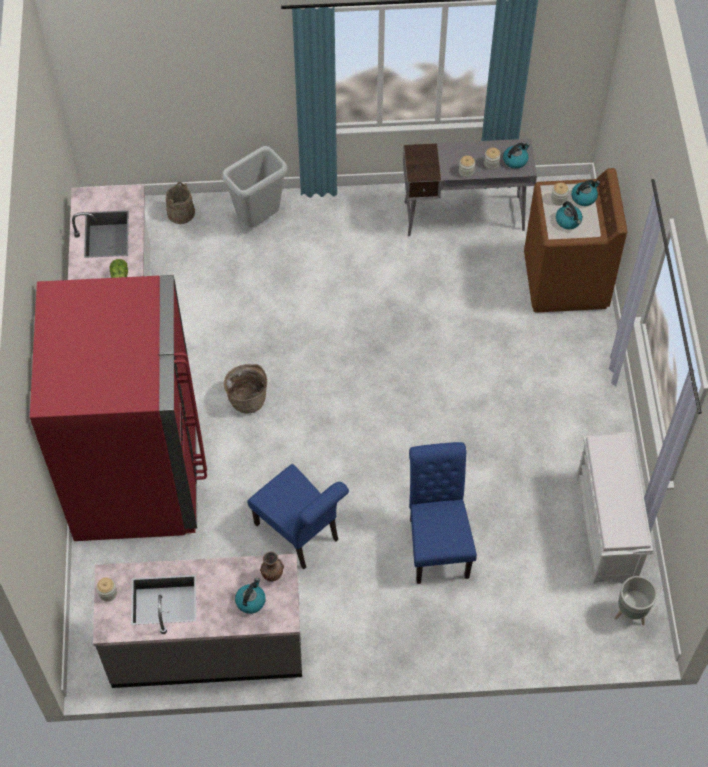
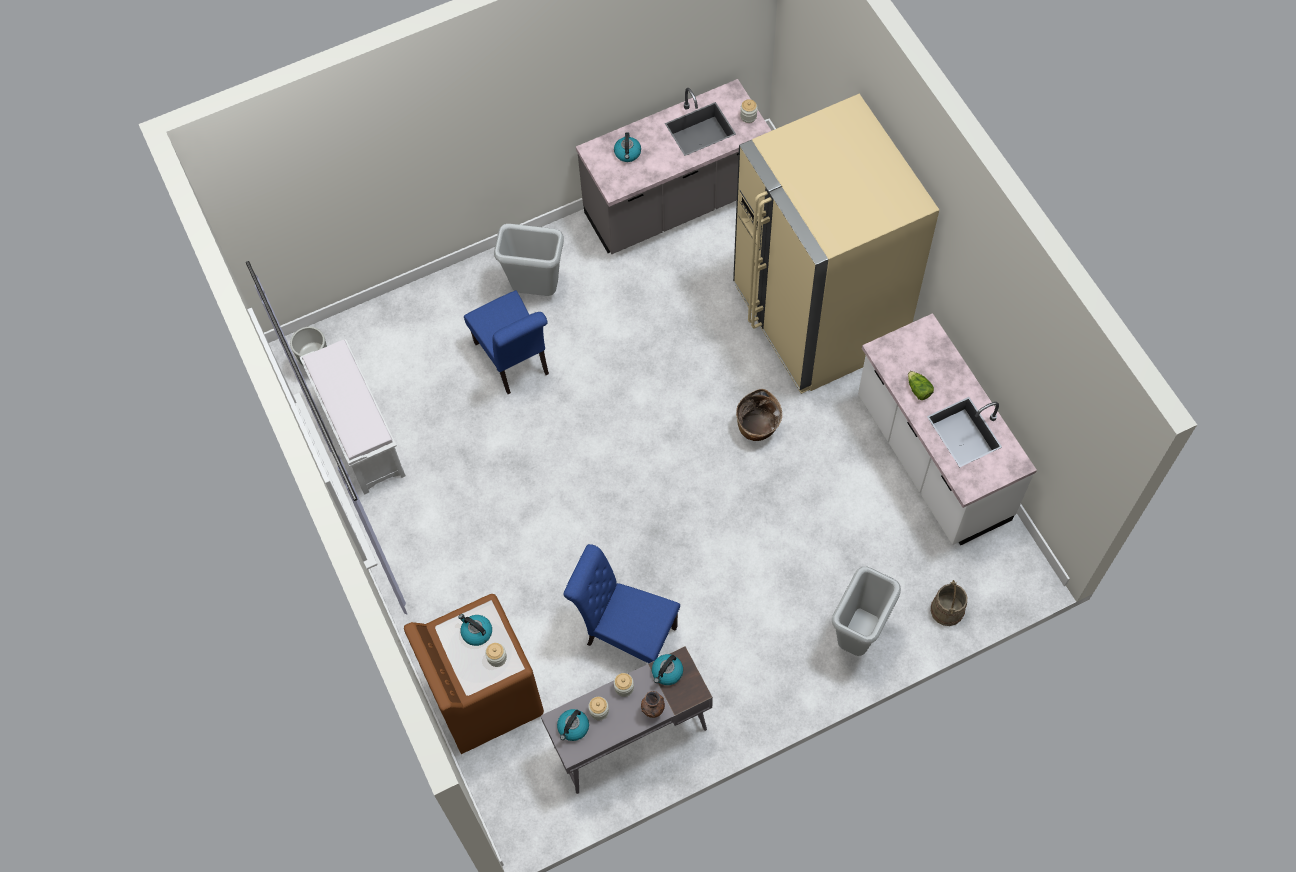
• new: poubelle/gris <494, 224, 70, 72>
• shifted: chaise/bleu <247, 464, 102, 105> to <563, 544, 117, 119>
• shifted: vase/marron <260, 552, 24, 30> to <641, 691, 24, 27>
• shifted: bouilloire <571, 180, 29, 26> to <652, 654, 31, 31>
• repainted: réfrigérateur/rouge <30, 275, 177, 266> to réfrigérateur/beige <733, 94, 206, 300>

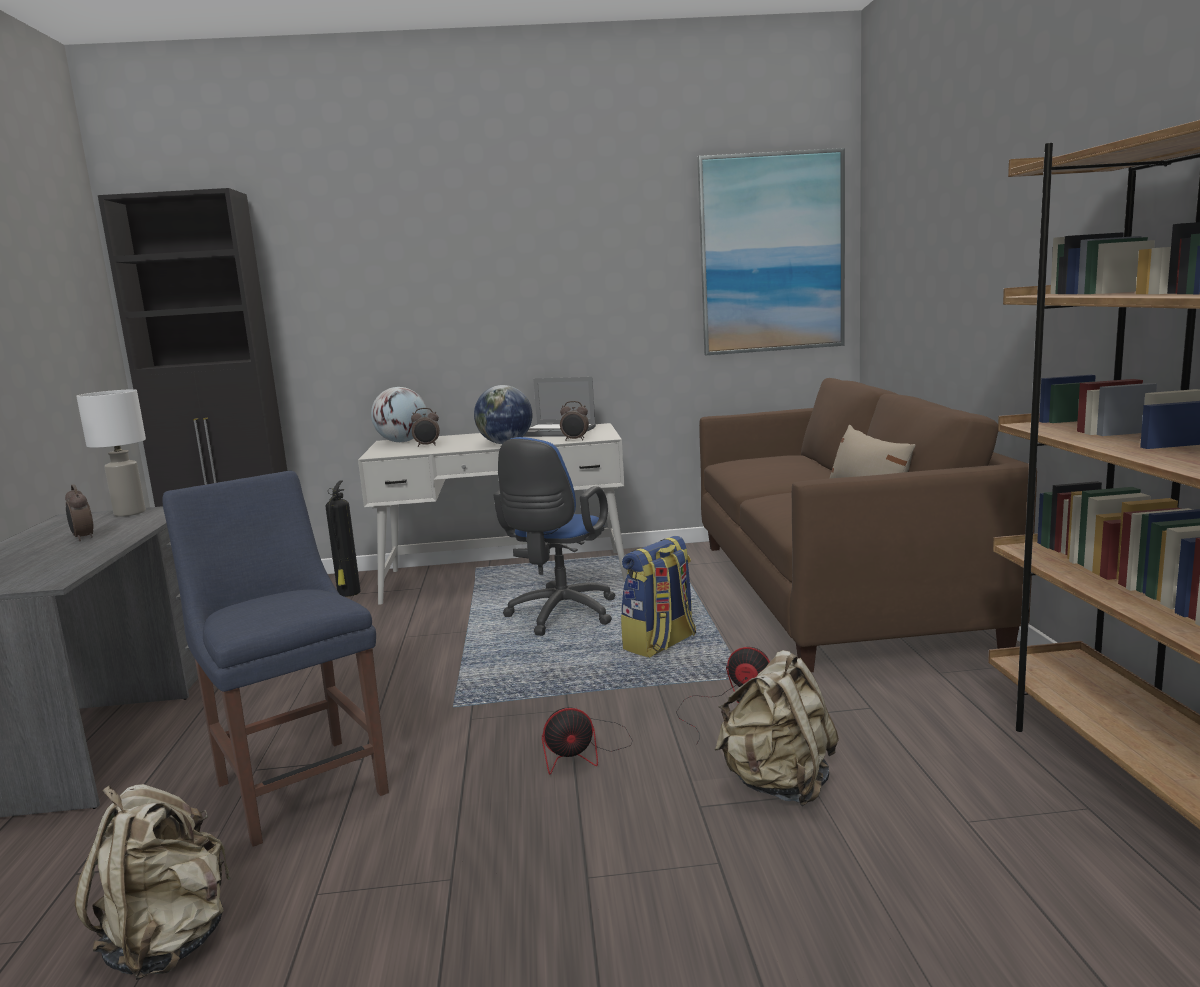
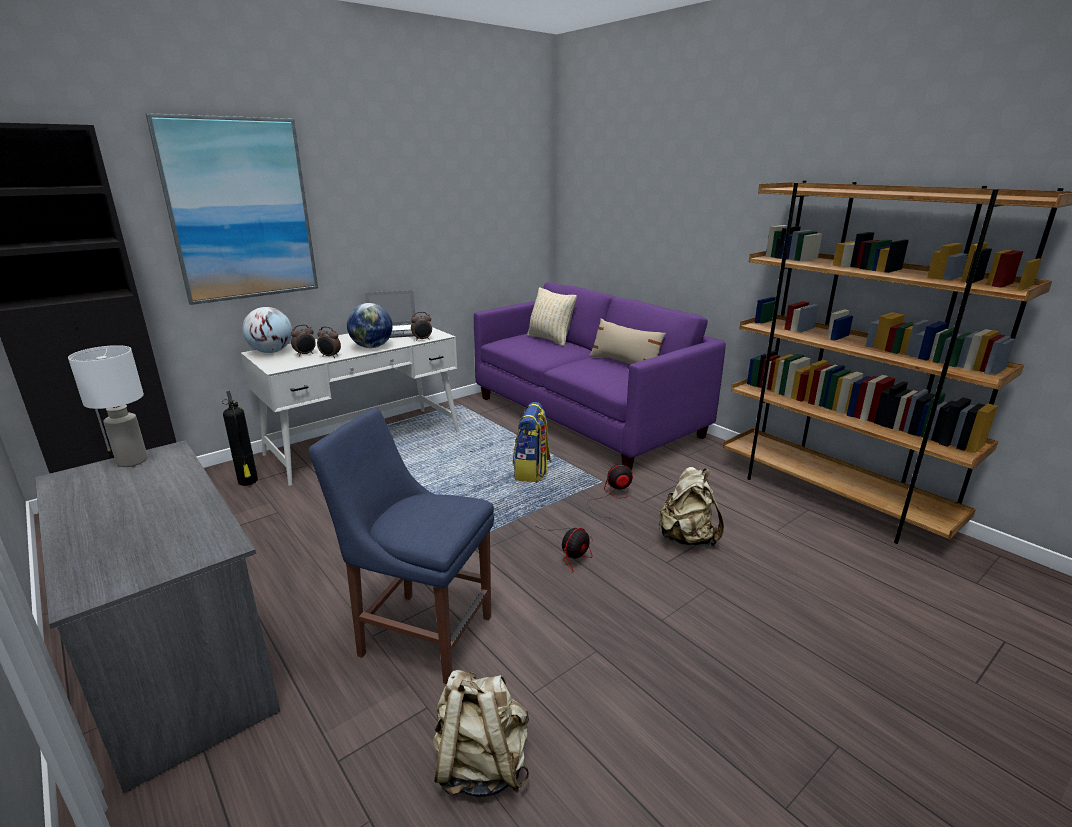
• gone: chaise de bureau/bleu <494, 437, 122, 199>
• new: coussin/beige <527, 287, 50, 59>
• shifted: réveil <65, 484, 29, 57> to <317, 326, 24, 32>
• shifted: tableau <697, 148, 148, 207> to <146, 113, 172, 192>
• repainted: canapé/marron <699, 378, 338, 294> to canapé/violet <474, 282, 252, 188>

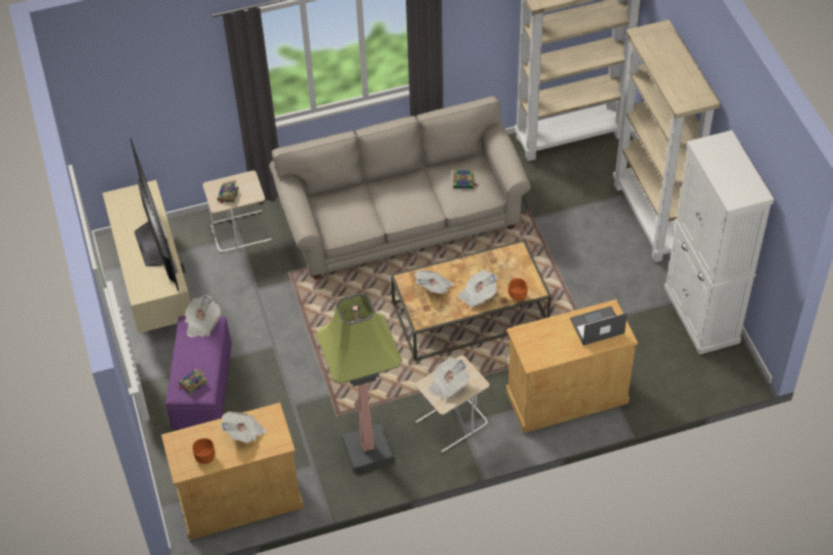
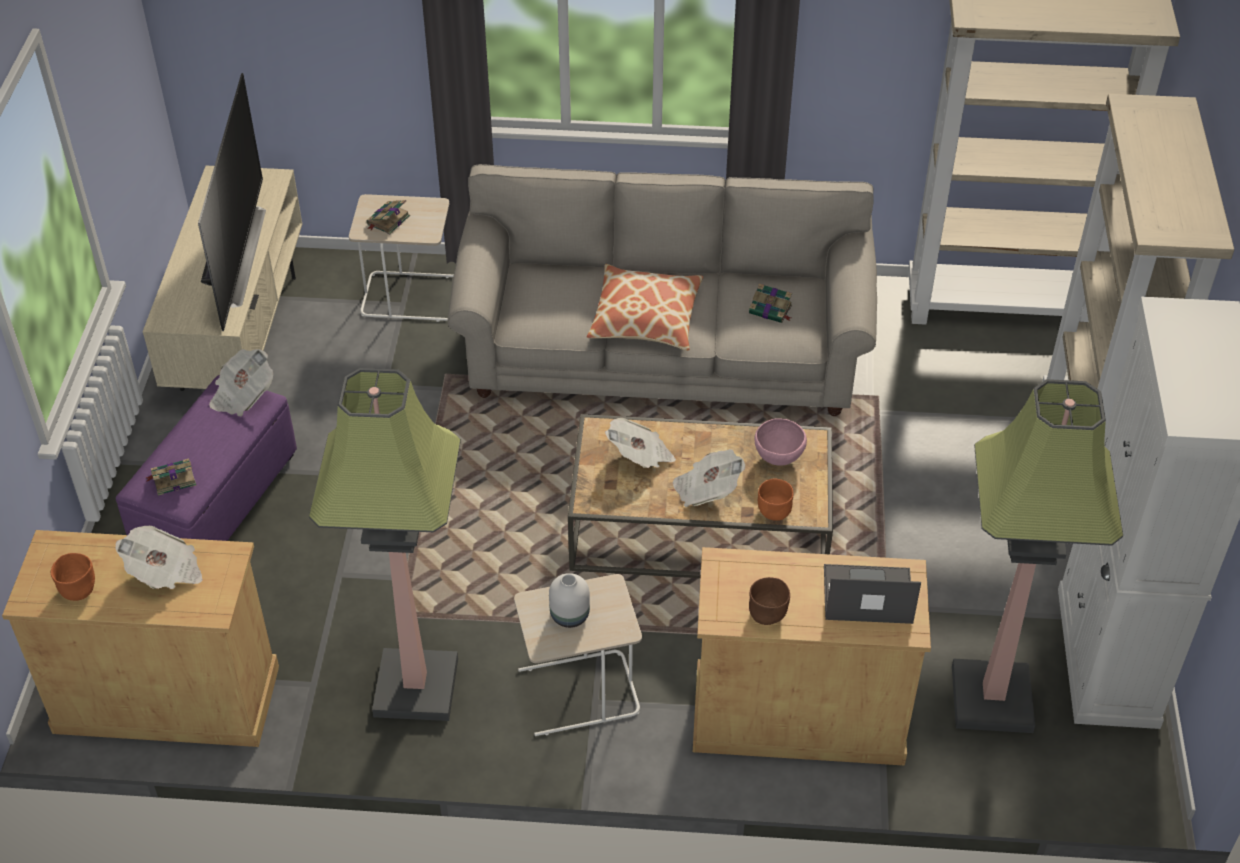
• new: coussin <587, 264, 116, 87>
• new: bol/marron <749, 577, 41, 48>
• new: bol/rose <754, 418, 53, 48>
• new: lampadaire <952, 379, 171, 354>
• swapped: journal <428, 358, 41, 43> to vase/blanc <549, 573, 41, 55>

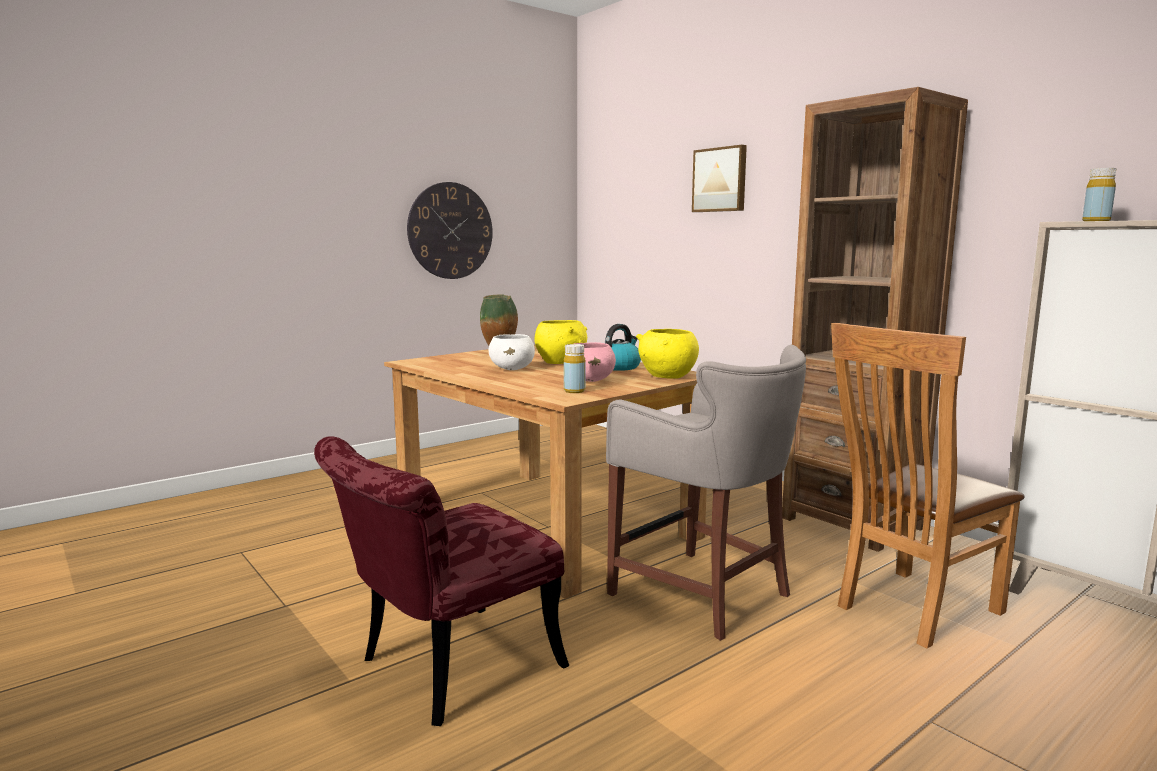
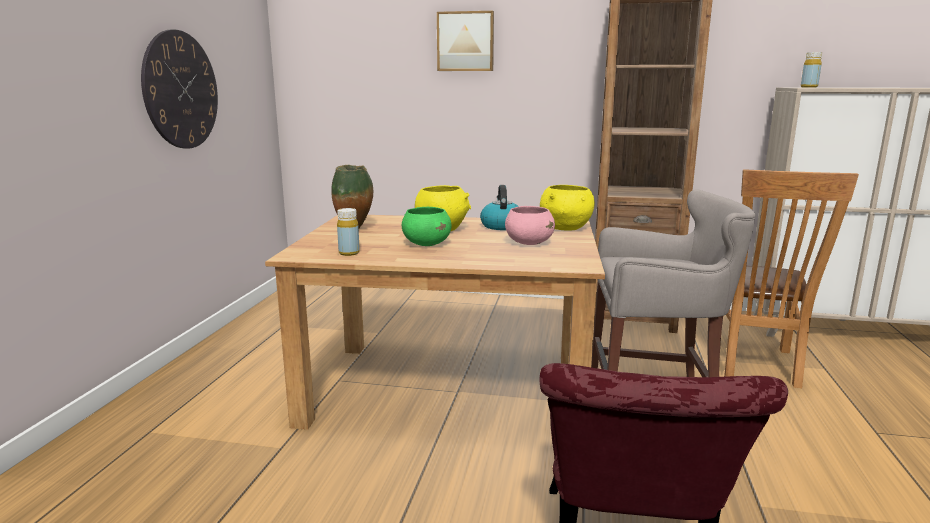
• shifted: bouteille/jaune <564, 344, 22, 49> to <337, 208, 23, 48>
• repainted: bol/blanc <489, 334, 46, 36> to bol/vert <402, 207, 50, 39>

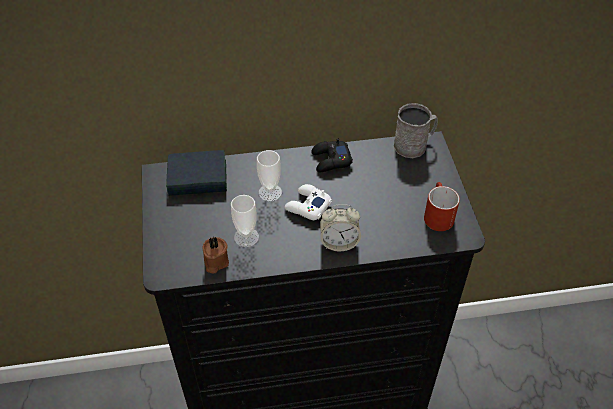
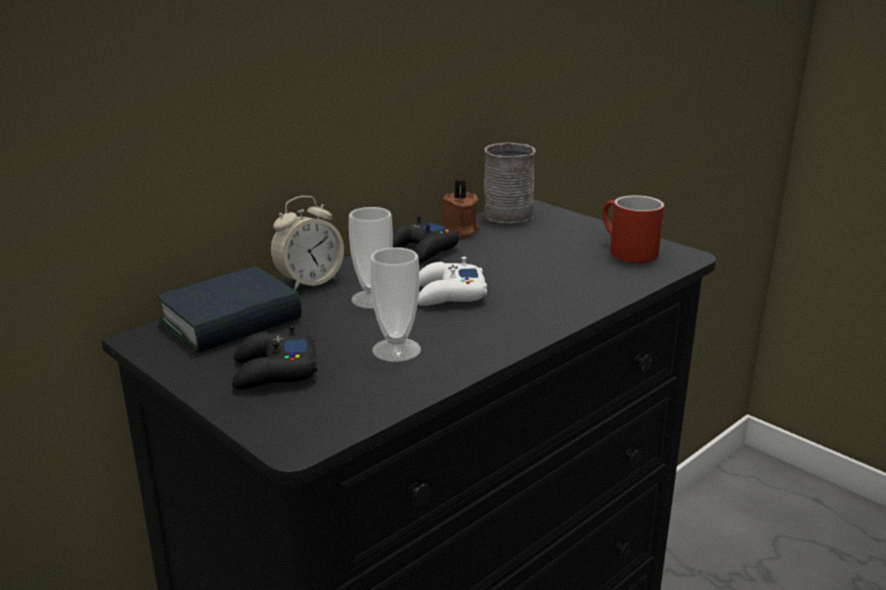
• new: manette/noir <232, 325, 85, 65>
• shifted: bougie/marron <202, 237, 27, 37> to <442, 180, 37, 57>
• shifted: réveil <320, 204, 41, 47> to <270, 196, 74, 95>

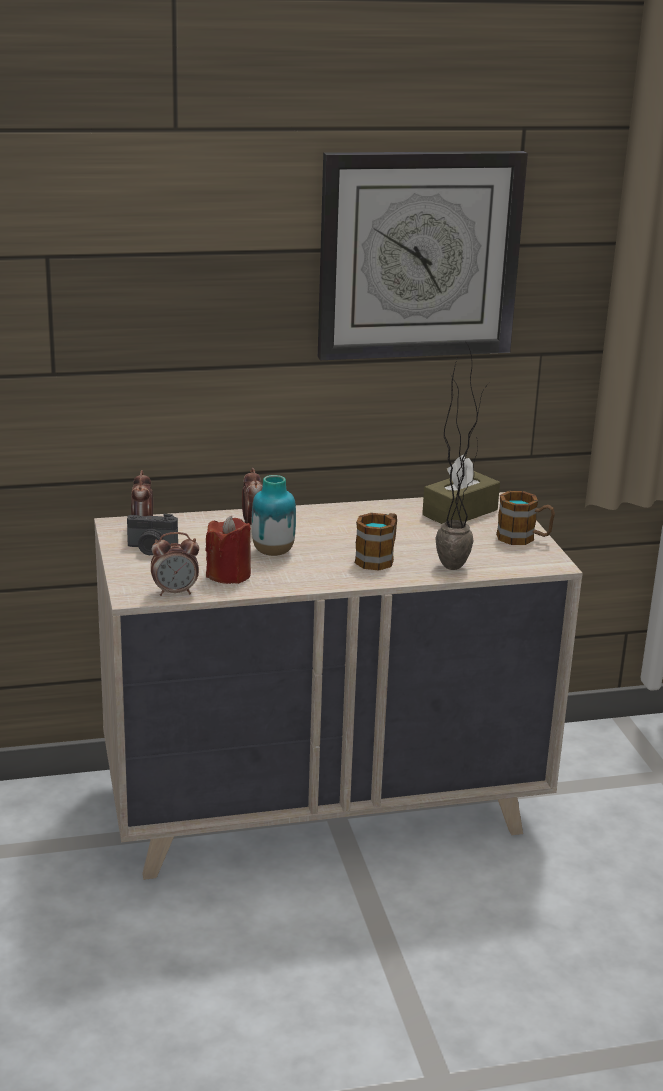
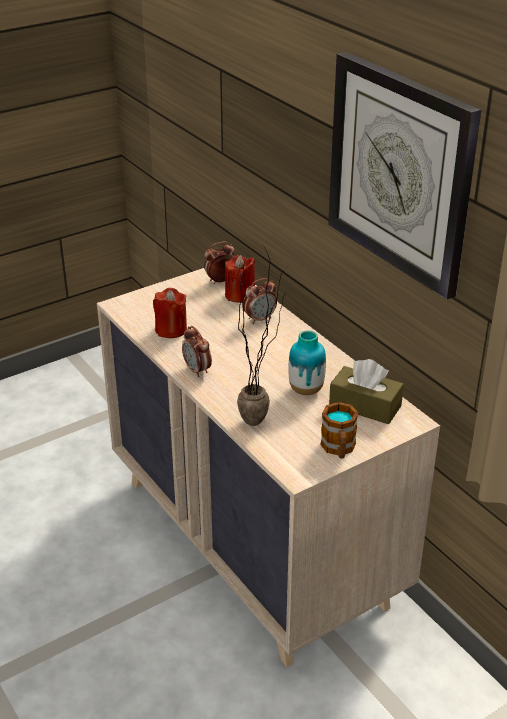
• gone: appareil photo <127, 514, 51, 41>
• gone: mug <355, 513, 42, 58>
• new: bougie/rouge <225, 255, 30, 48>
• shifted: réveil <151, 532, 48, 64> to <182, 326, 30, 51>
• shifted: vase <252, 475, 44, 81> to <288, 330, 38, 65>

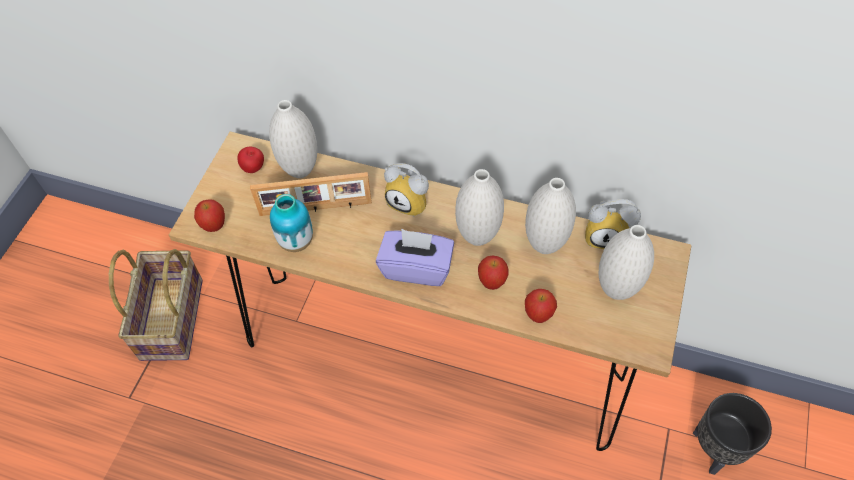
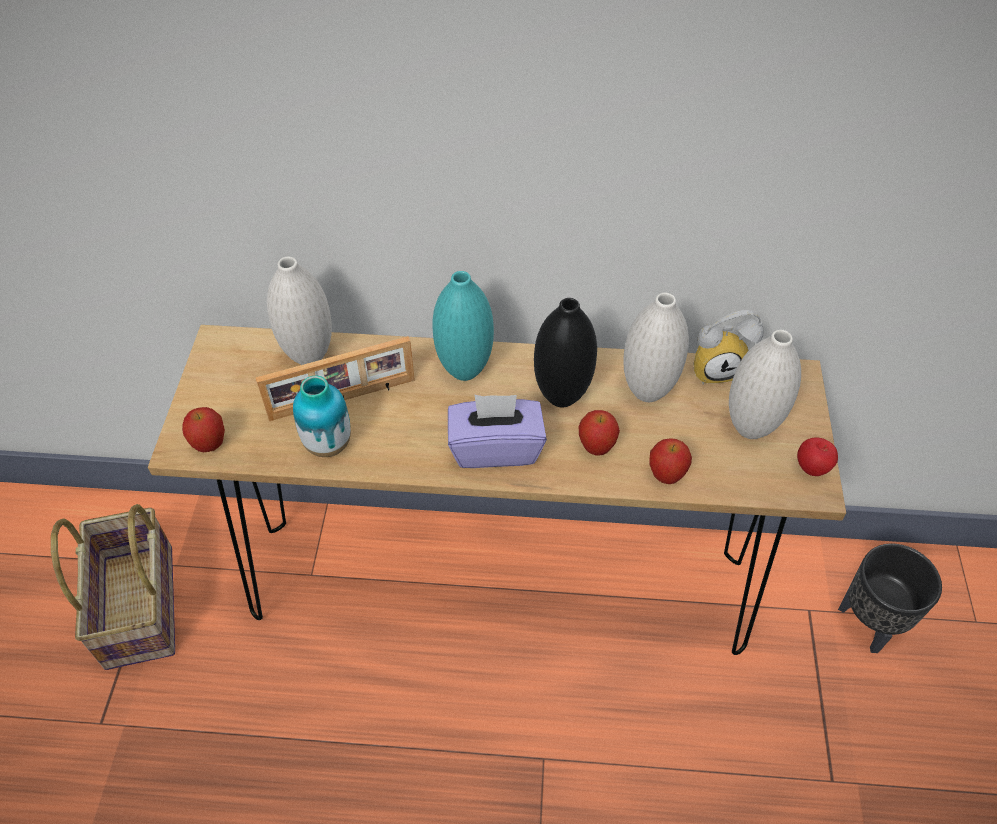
• shifted: pomme <237, 147, 27, 26> to <797, 438, 41, 38>
• swapped: réveil <384, 163, 45, 54> to vase/turquoise <433, 271, 61, 110>
• repainted: vase/blanc <455, 169, 49, 77> to vase/noir <534, 298, 63, 109>

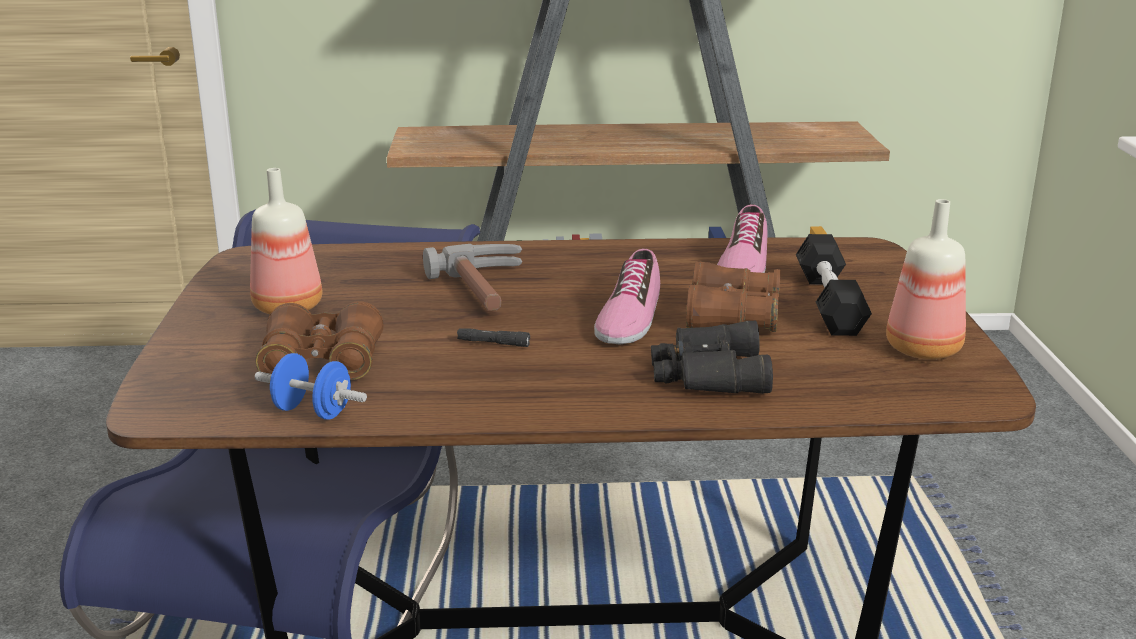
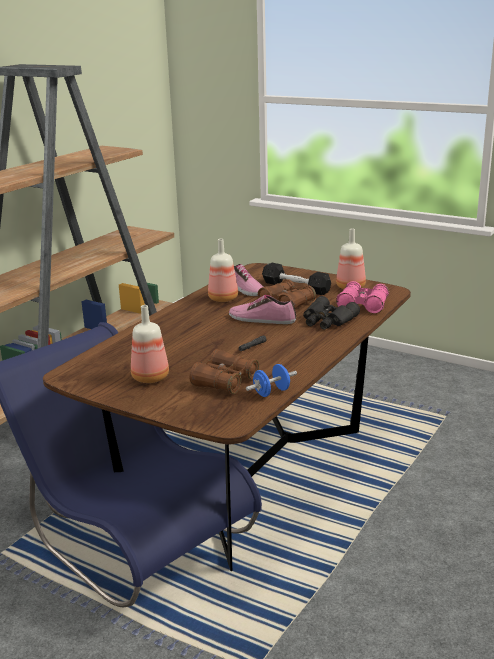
• gone: marteau <423, 244, 100, 67>
• new: bouteille <208, 239, 30, 63>
• new: jumelles/rose <336, 281, 53, 32>
• rotated: chaussure <594, 248, 66, 96> = <229, 295, 67, 29> 150 degrees clockwise

